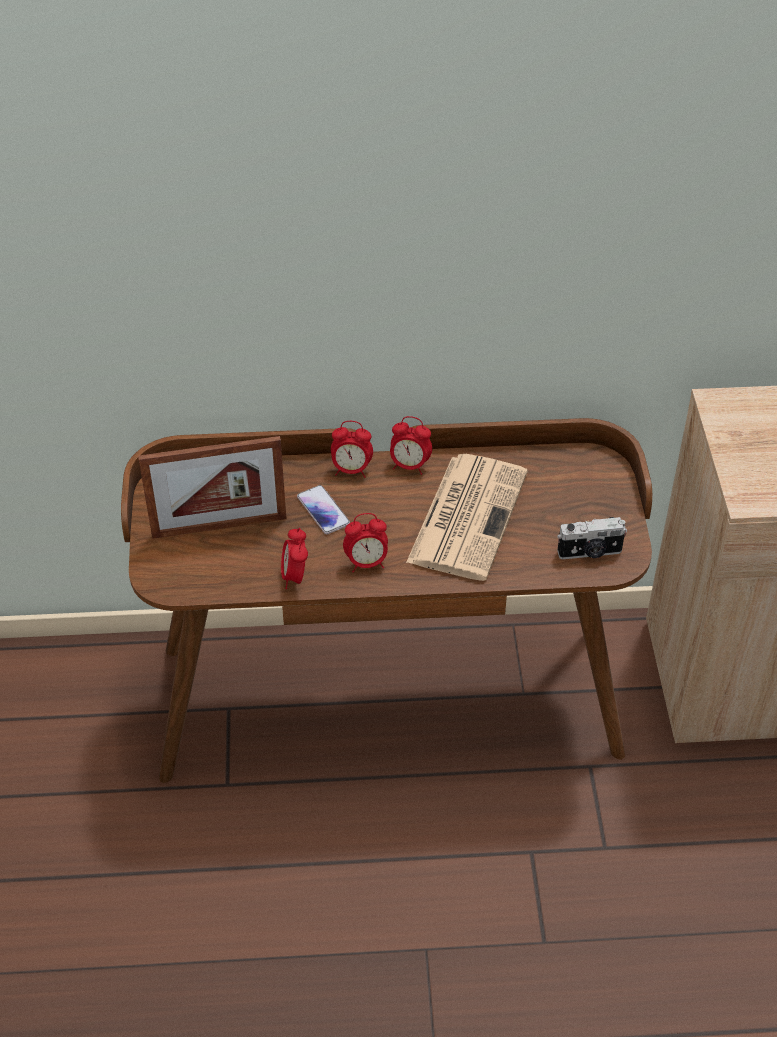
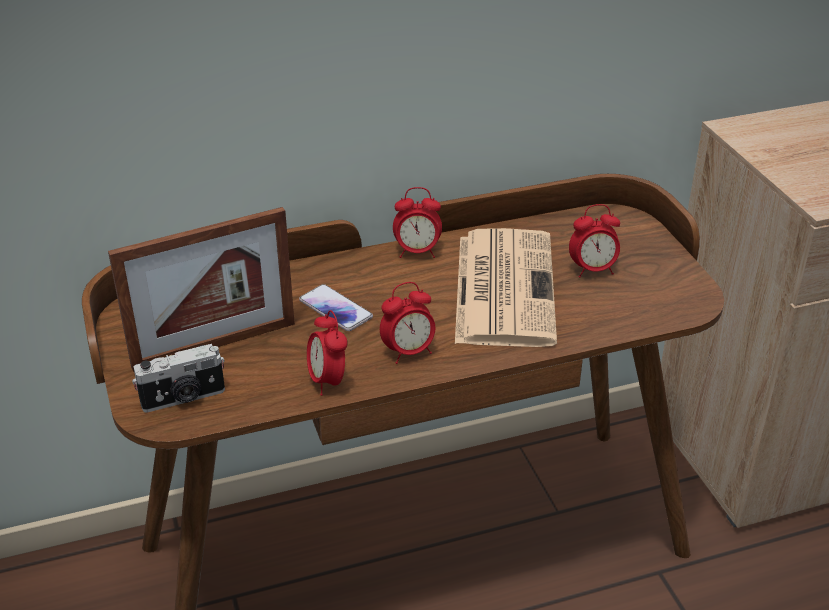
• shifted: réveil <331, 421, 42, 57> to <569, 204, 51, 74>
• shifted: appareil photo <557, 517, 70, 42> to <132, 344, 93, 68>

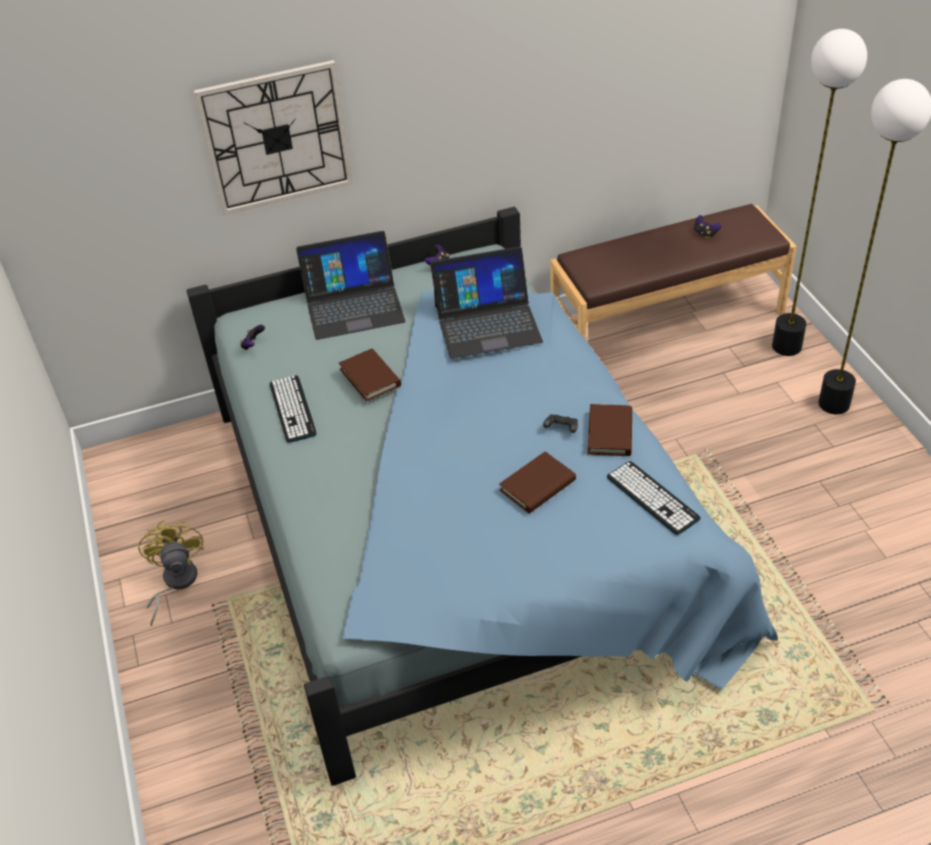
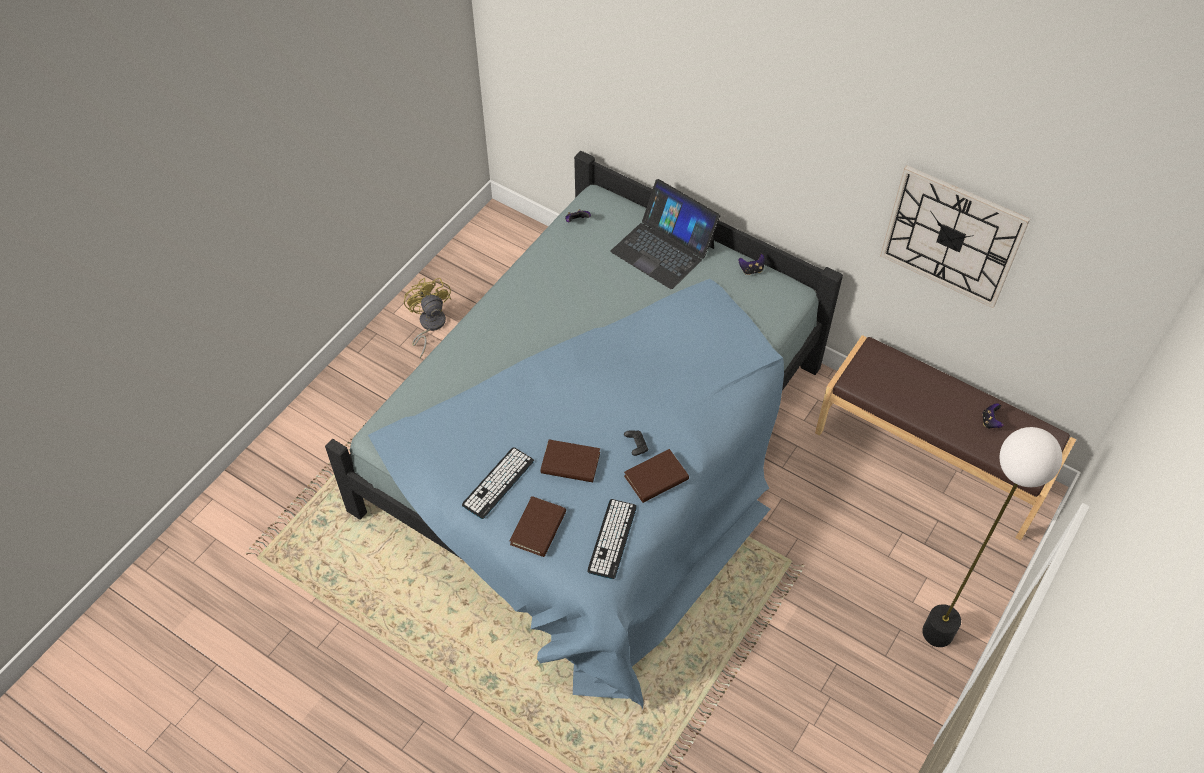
• gone: ordinateur portable <430, 247, 113, 112>
• gone: lampadaire <772, 29, 95, 327>
• shifted: horloge murale <194, 60, 159, 155> to <880, 165, 150, 143>
• shifted: clavier <270, 375, 47, 68> to <462, 447, 72, 72>
• shifted: livre/marron <339, 349, 62, 53> to <510, 496, 56, 61>
• rotated: ventilateur/jaune <138, 520, 66, 106> = <404, 278, 47, 81> 60 degrees counterclockwise

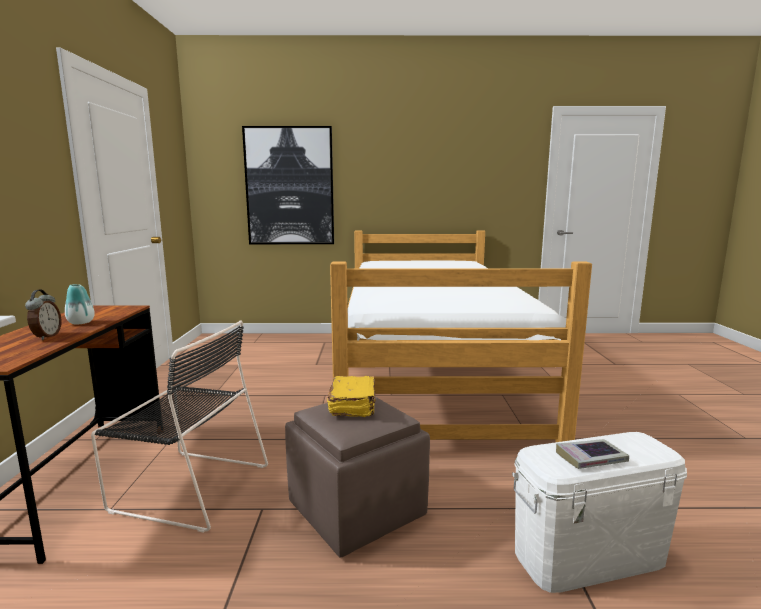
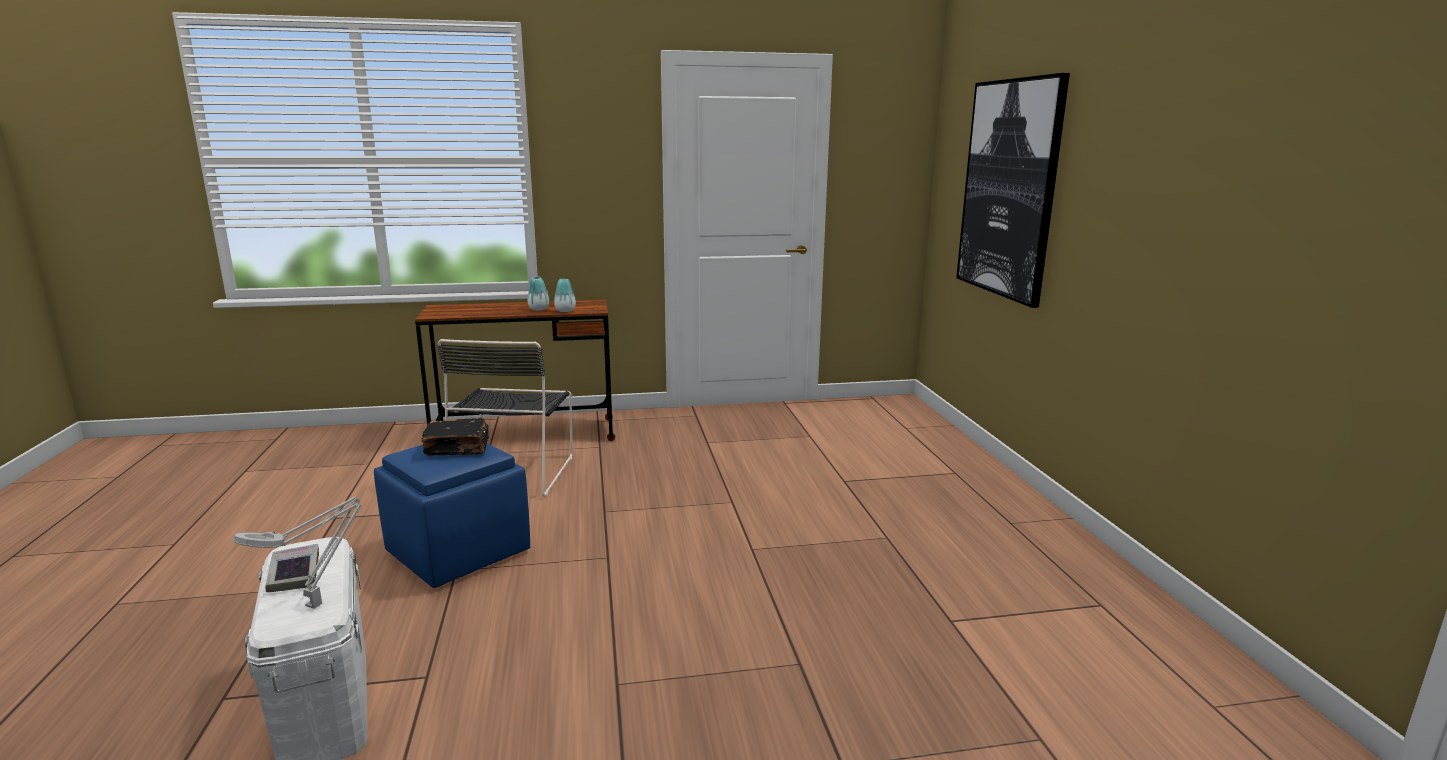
• gone: réveil <25, 290, 37, 50>
• gone: lit <330, 230, 262, 212>
• new: lampe de table/gris <233, 497, 129, 112>
• new: vase <554, 279, 22, 33>
• repainted: pouf/marron <285, 397, 145, 161> to pouf/bleu <374, 443, 156, 145>
• repainted: livre/jaune <327, 376, 49, 41> to livre/noir <421, 418, 68, 37>

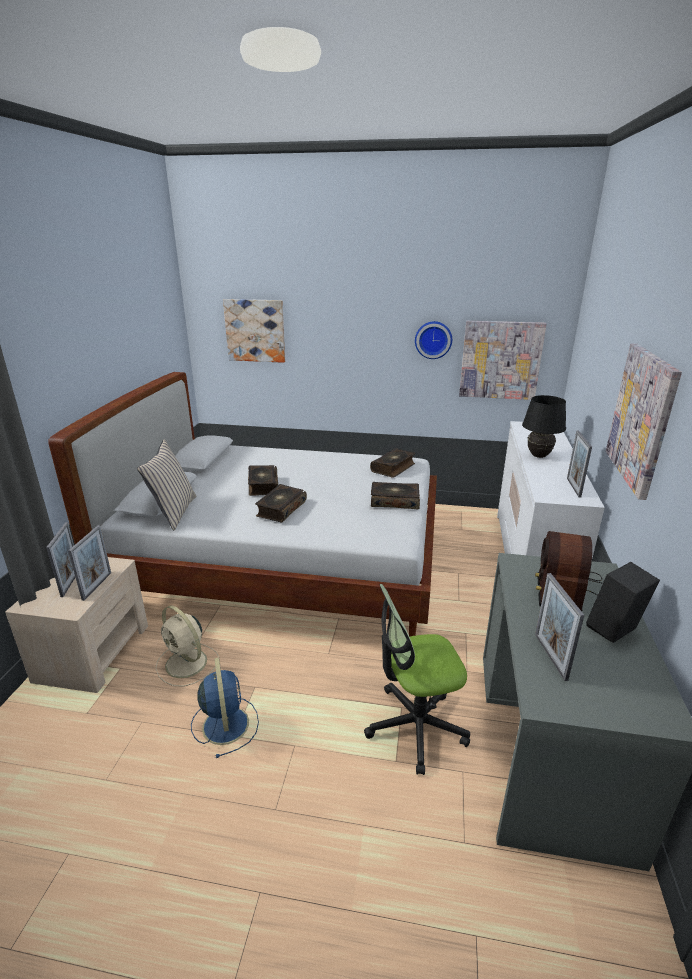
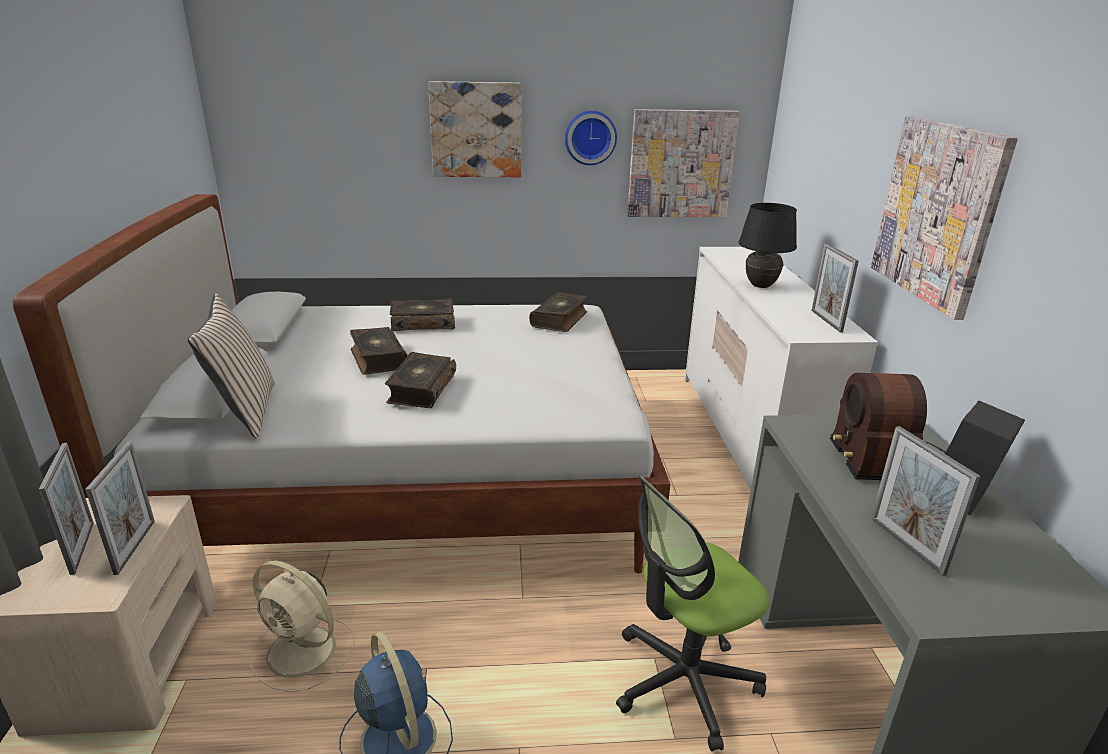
• shifted: tableau <223, 299, 63, 64> to <428, 81, 93, 96>
• shifted: livre <371, 482, 49, 27> to <390, 299, 65, 32>

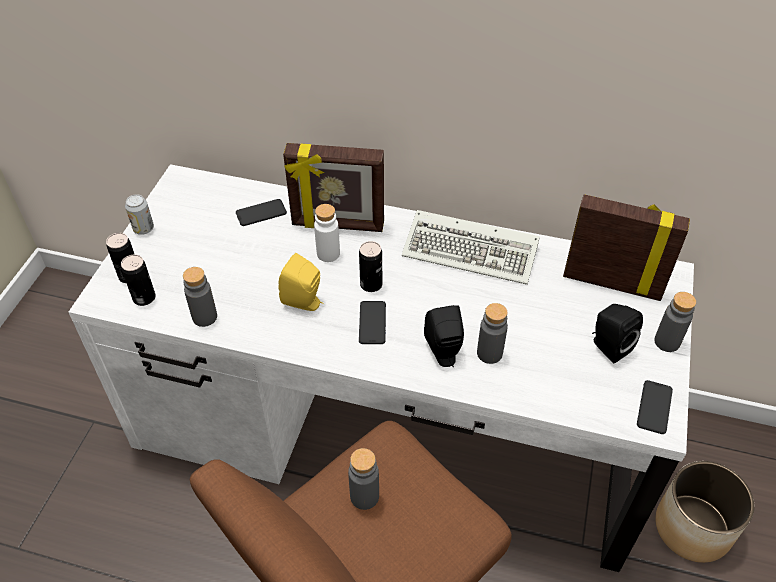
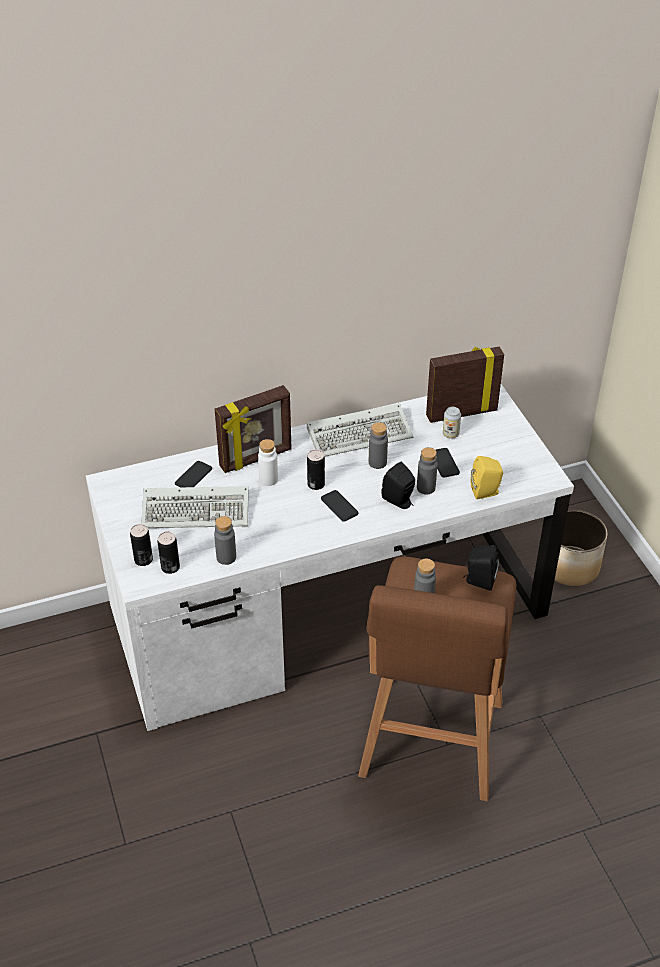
• new: clavier <141, 486, 108, 42>
• shifted: boîte métallique <125, 194, 29, 41> to <443, 407, 18, 32>
• shifted: enceinte/jaune <278, 253, 45, 58> to <471, 456, 32, 43>
• shifted: enceinte/noir <592, 304, 51, 59> to <463, 545, 36, 46>
• shifted: téléphone <637, 380, 36, 54> to <436, 448, 24, 29>
• shifted: bouteille/gris <654, 292, 42, 60> to <369, 422, 19, 47>

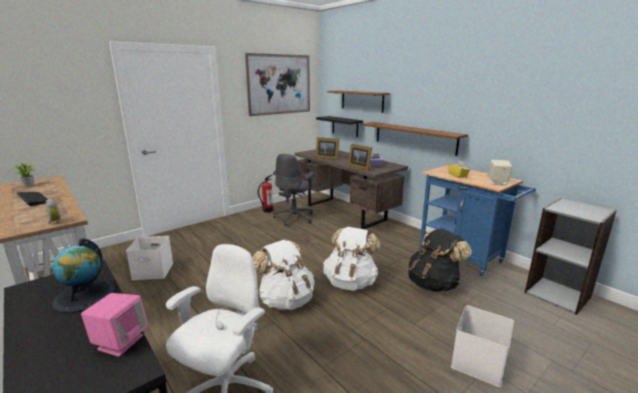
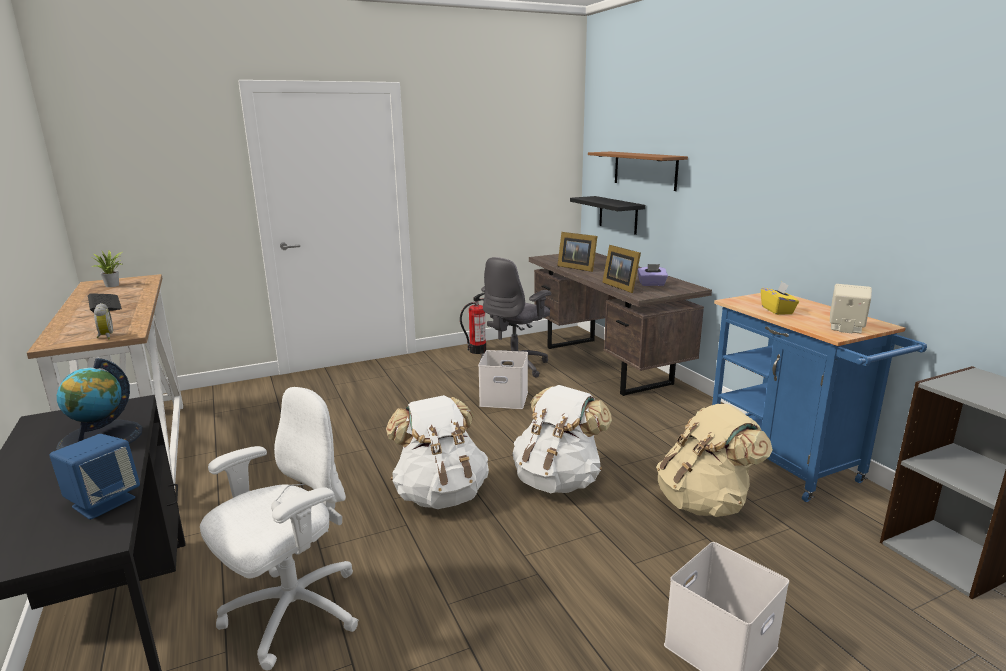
• gone: tableau <245, 53, 65, 63>
• gone: étagère/marron <361, 122, 107, 34>
• shifted: boîte de rangement/blanc <126, 236, 47, 44> to <478, 350, 50, 59>
• repainted: enceinte/rose <81, 293, 67, 64> to enceinte/bleu <49, 434, 91, 86>
• repainted: sac à dos/noir <408, 228, 64, 64> to sac à dos/beige <656, 404, 117, 113>

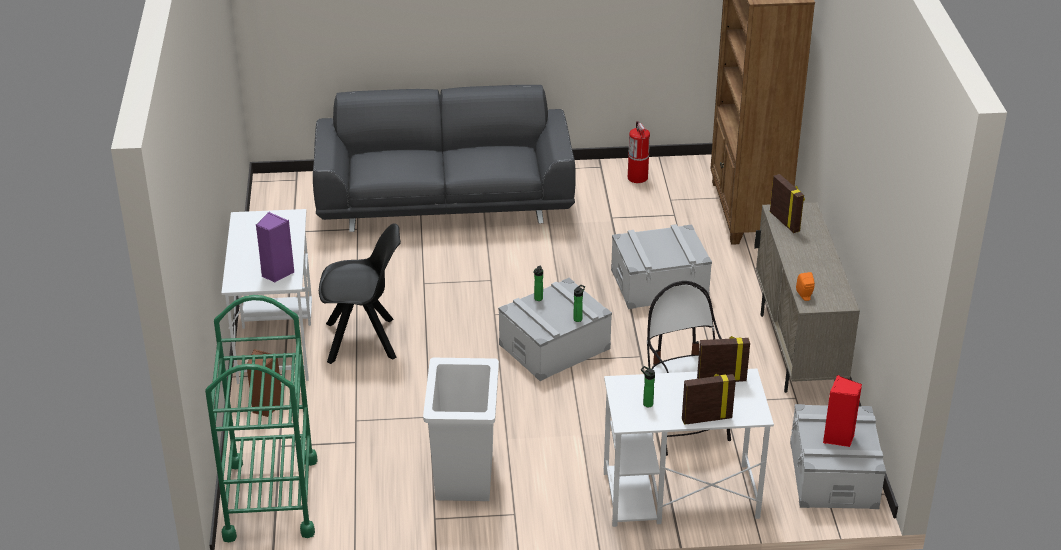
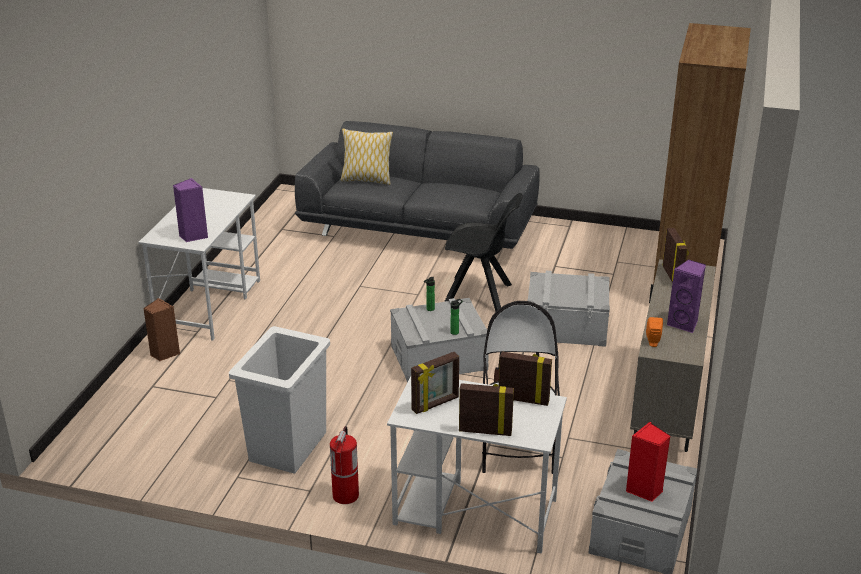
• gone: chariot/vert <205, 295, 113, 247>
• new: coussin <341, 128, 52, 57>
• new: enceinte/violet <667, 260, 39, 73>
• shifted: chaise/noir <319, 223, 82, 141> to <444, 193, 79, 118>
• shifted: extincteur <628, 121, 22, 62> to <330, 426, 29, 78>
• swapped: bouteille <641, 366, 14, 41> to cadre photo <411, 352, 48, 62>

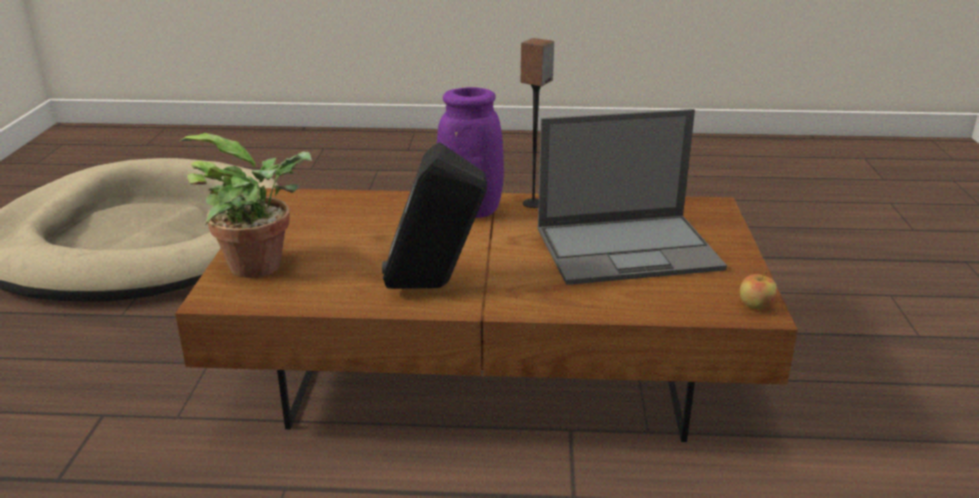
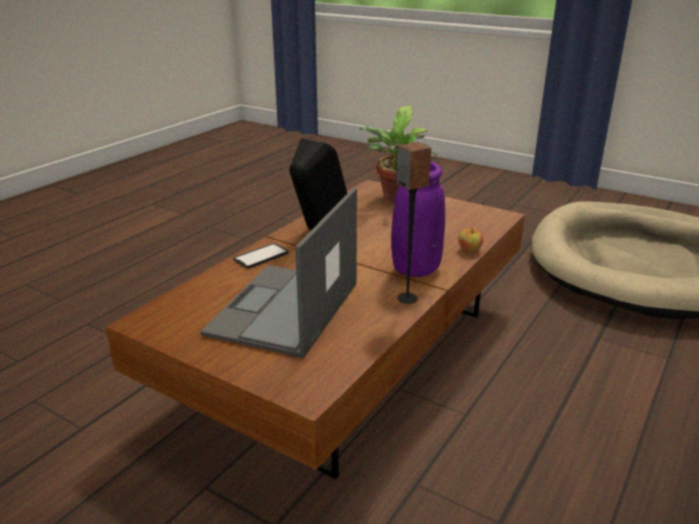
• new: téléphone <233, 243, 56, 25>
• shifted: pomme <740, 270, 37, 40> to <458, 227, 25, 25>

